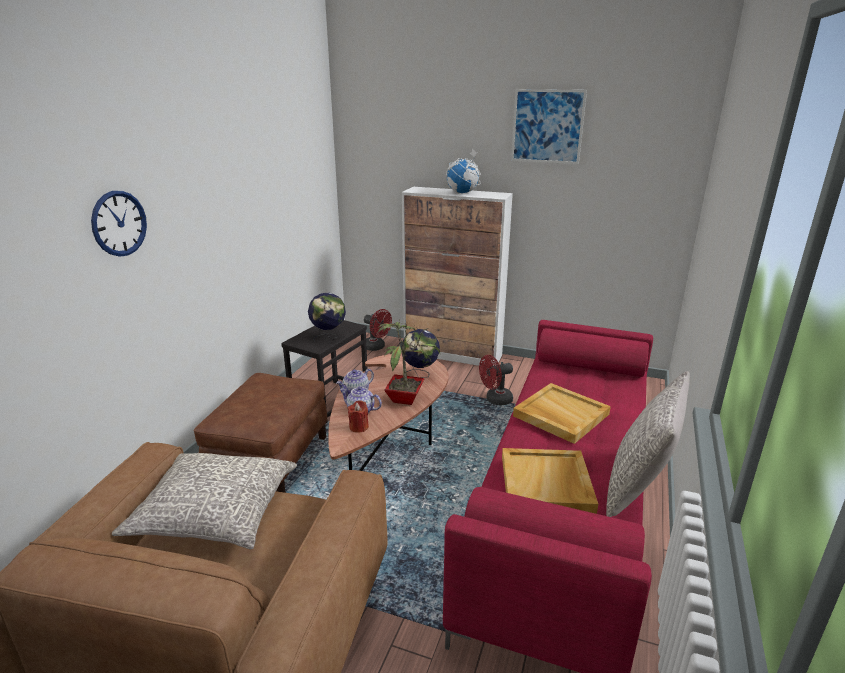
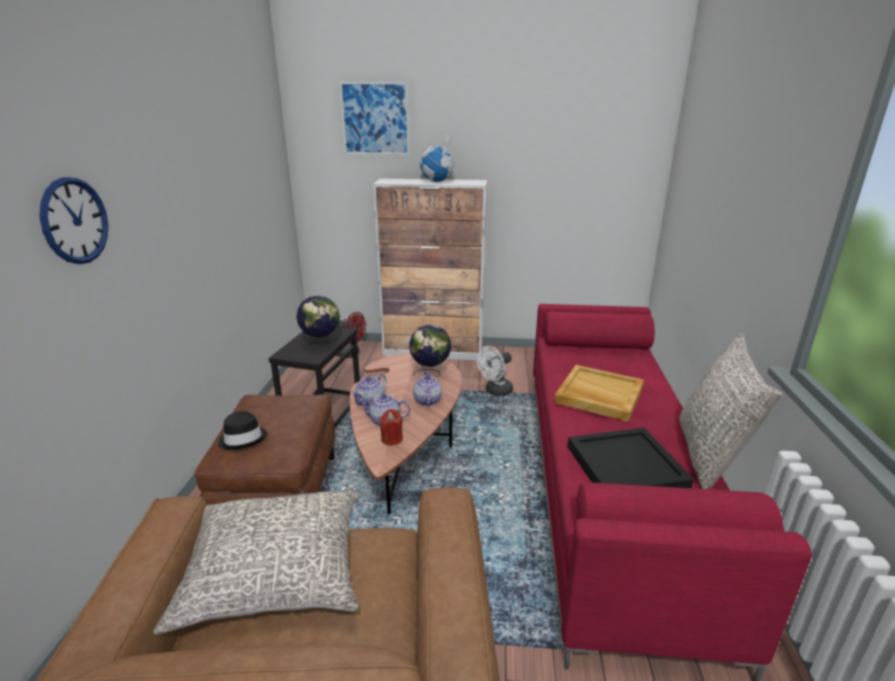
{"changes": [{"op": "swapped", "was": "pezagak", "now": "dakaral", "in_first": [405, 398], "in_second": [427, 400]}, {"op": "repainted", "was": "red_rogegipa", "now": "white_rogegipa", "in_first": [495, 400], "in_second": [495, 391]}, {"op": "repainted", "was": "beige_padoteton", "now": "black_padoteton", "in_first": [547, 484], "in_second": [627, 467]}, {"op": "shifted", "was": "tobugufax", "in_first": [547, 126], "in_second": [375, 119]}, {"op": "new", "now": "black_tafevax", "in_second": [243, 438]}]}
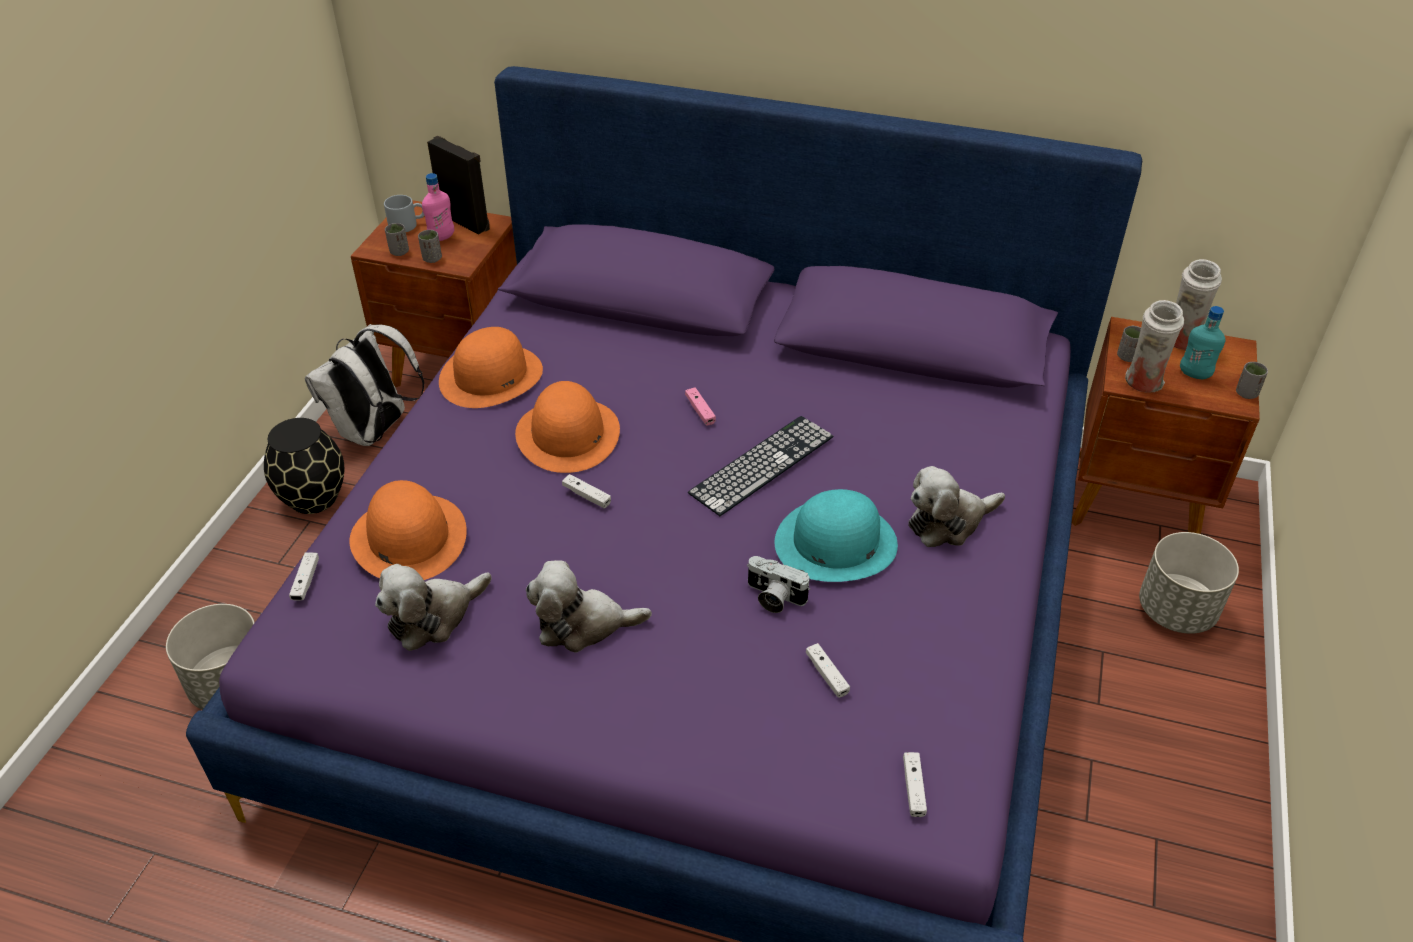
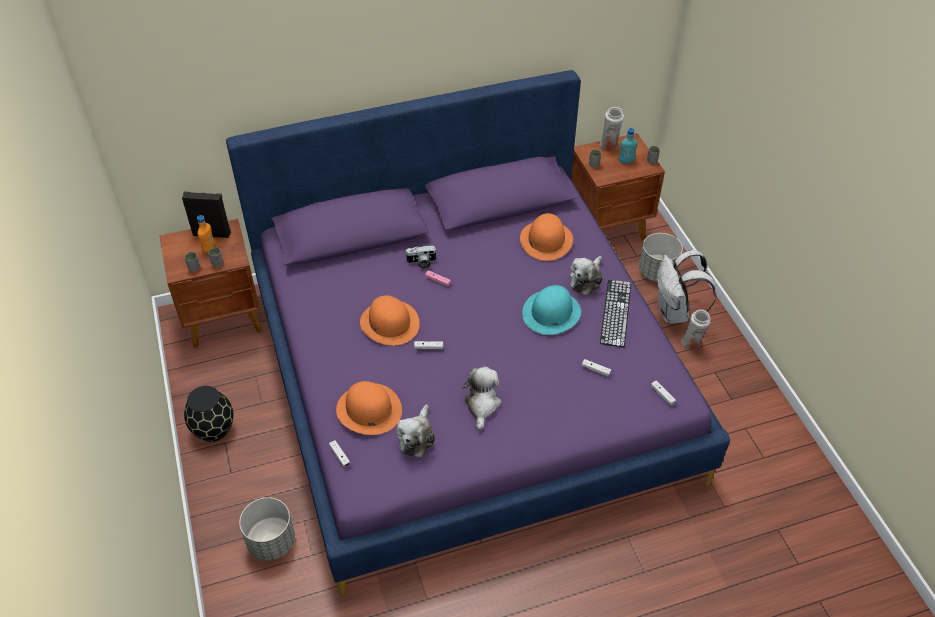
{"changes": [{"op": "shifted", "was": "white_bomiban", "in_first": [375, 432], "in_second": [675, 313]}, {"op": "gone", "was": "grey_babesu", "in_first": [407, 224]}, {"op": "repainted", "was": "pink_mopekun", "now": "orange_mopekun", "in_first": [441, 237], "in_second": [209, 249]}, {"op": "shifted", "was": "orange_tafevax", "in_first": [491, 375], "in_second": [546, 240]}, {"op": "rotated", "was": "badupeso", "in_first": [583, 624], "in_second": [482, 404], "clockwise": 135}, {"op": "shifted", "was": "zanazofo", "in_first": [762, 464], "in_second": [616, 313]}, {"op": "shifted", "was": "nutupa", "in_first": [773, 597], "in_second": [421, 262]}, {"op": "shifted", "was": "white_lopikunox", "in_first": [1143, 384], "in_second": [692, 345]}]}
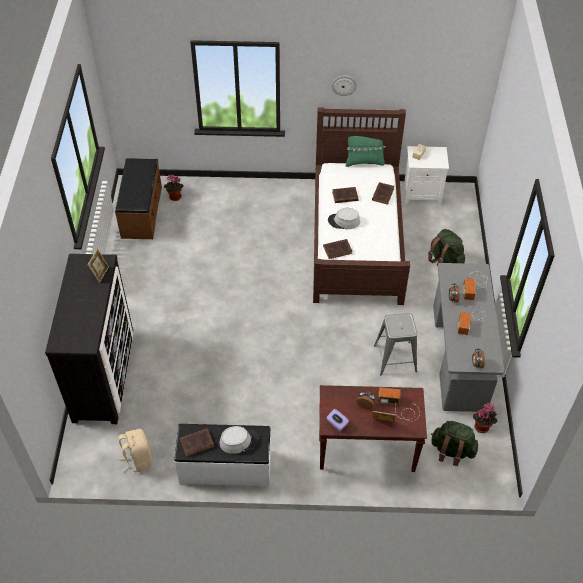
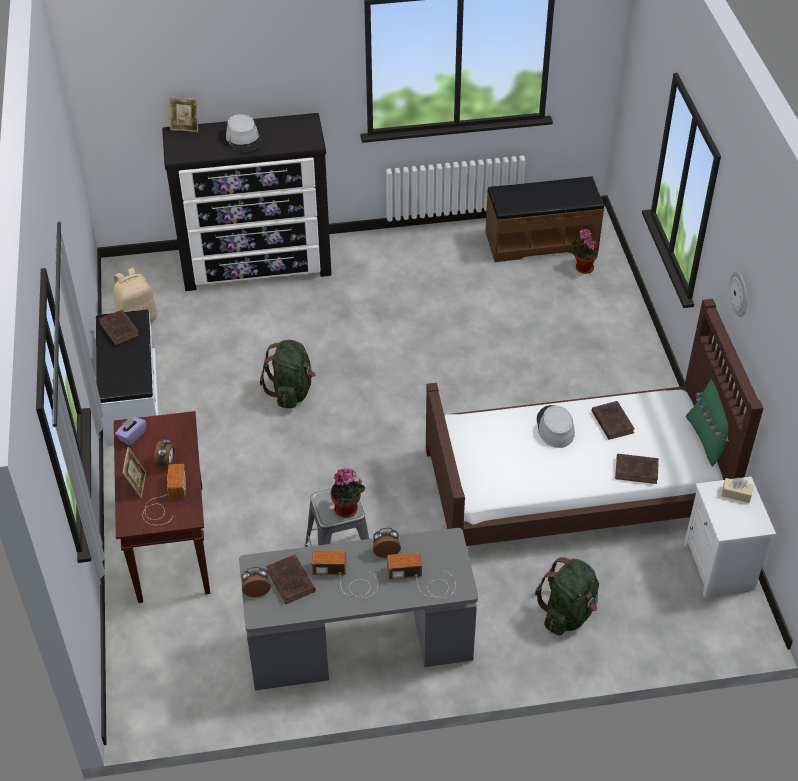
{"changes": [{"op": "shifted", "was": "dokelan", "in_first": [100, 273], "in_second": [185, 128]}, {"op": "shifted", "was": "grey_tafevax", "in_first": [239, 441], "in_second": [244, 139]}, {"op": "shifted", "was": "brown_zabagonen", "in_first": [338, 250], "in_second": [291, 582]}, {"op": "shifted", "was": "green_bomiban", "in_first": [452, 450], "in_second": [291, 391]}, {"op": "shifted", "was": "pezagak", "in_first": [482, 426], "in_second": [348, 509]}]}
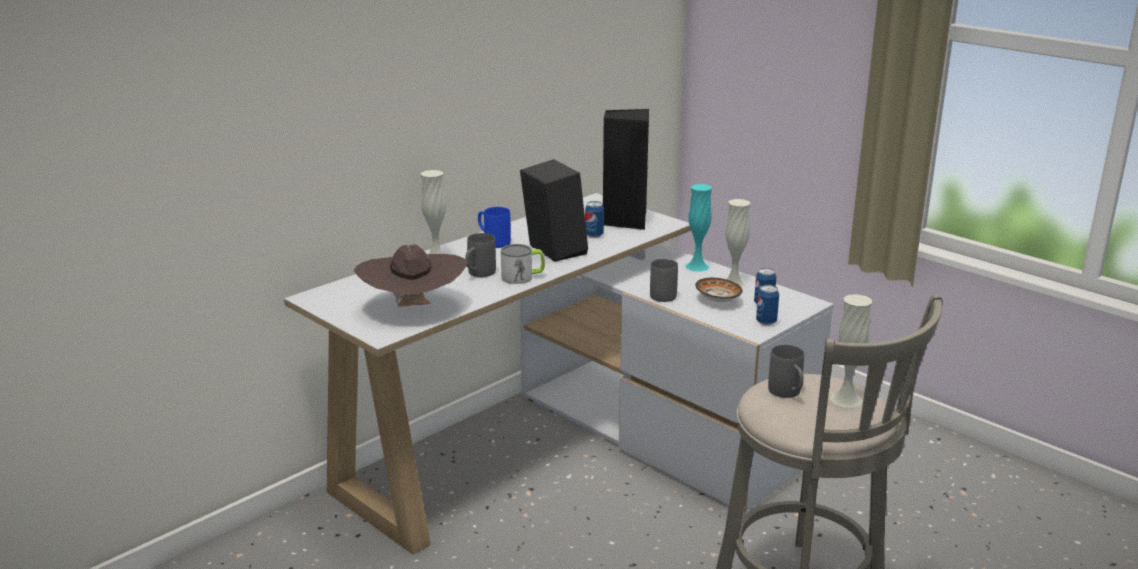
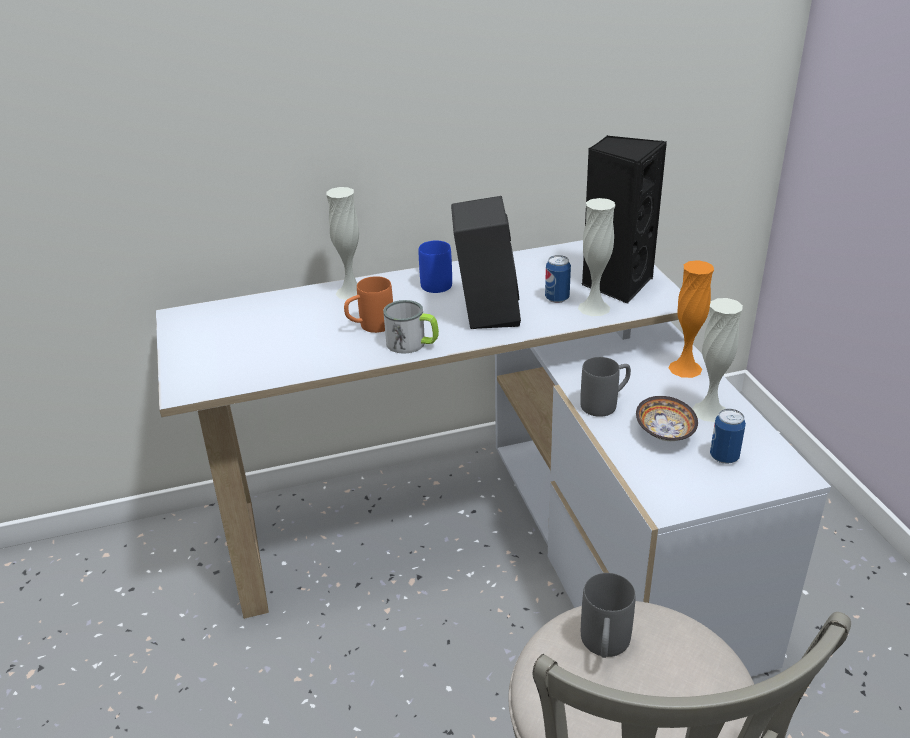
{"changes": [{"op": "gone", "was": "brown_tafevax", "in_first": [413, 308]}, {"op": "repainted", "was": "grey_babesu", "now": "orange_babesu", "in_first": [478, 274], "in_second": [370, 326]}, {"op": "repainted", "was": "turquoise_lopikunox", "now": "orange_lopikunox", "in_first": [697, 266], "in_second": [685, 368]}, {"op": "gone", "was": "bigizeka", "in_first": [766, 322]}, {"op": "shifted", "was": "white_lopikunox", "in_first": [846, 399], "in_second": [594, 308]}]}
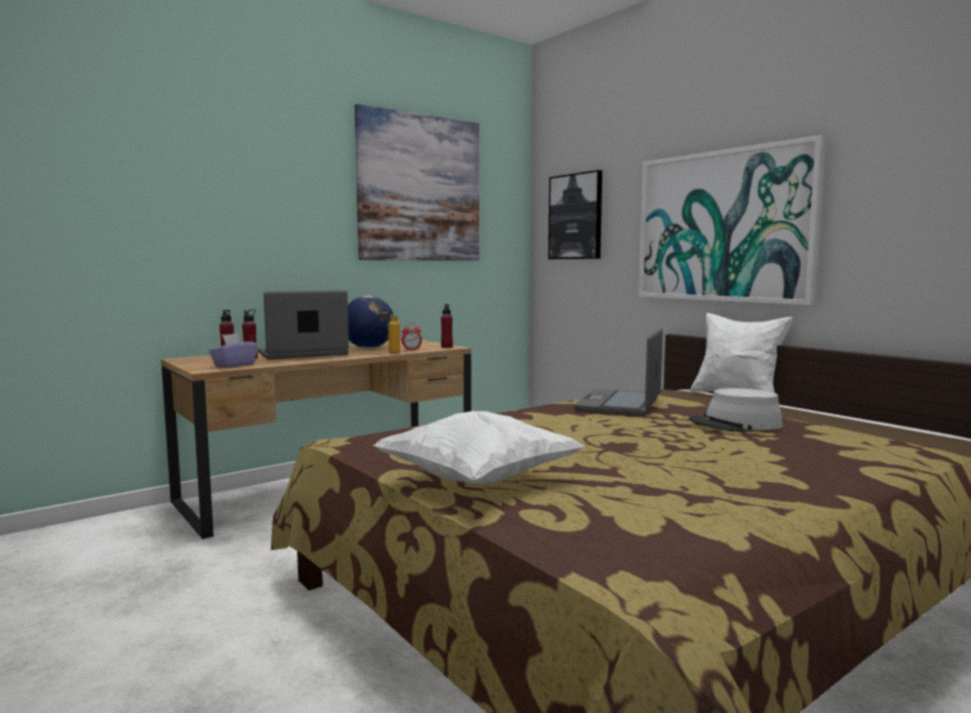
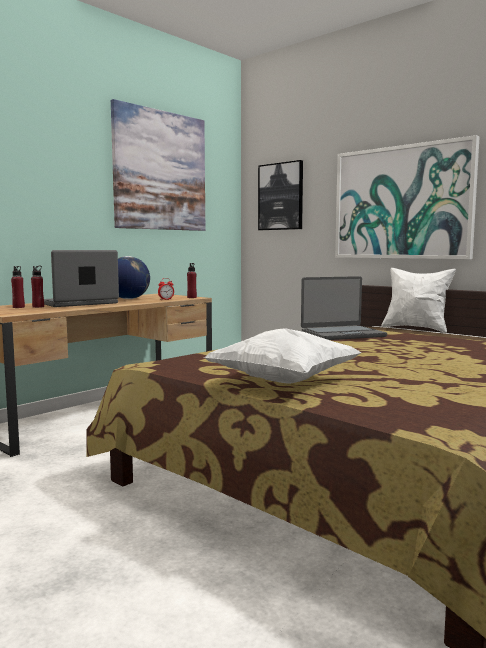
{"changes": [{"op": "gone", "was": "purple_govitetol", "in_first": [234, 365]}, {"op": "gone", "was": "mopekun", "in_first": [389, 353]}, {"op": "rotated", "was": "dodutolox", "in_first": [620, 404], "in_second": [342, 334], "clockwise": -120}, {"op": "gone", "was": "grey_tafevax", "in_first": [735, 424]}]}
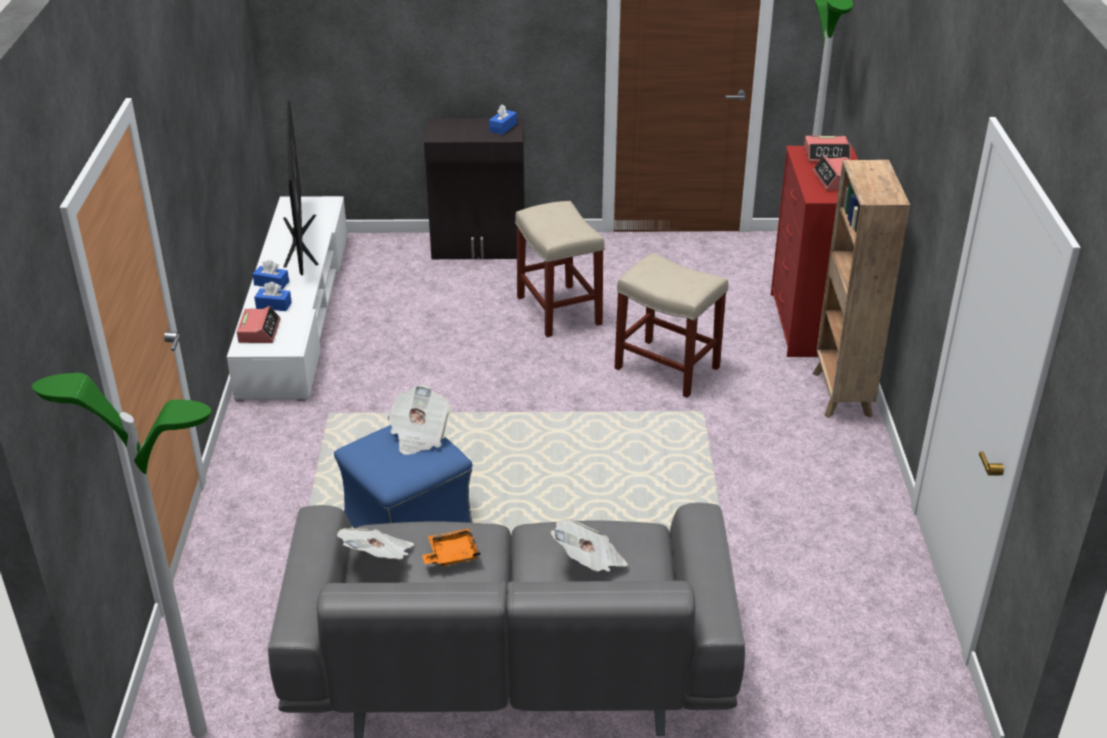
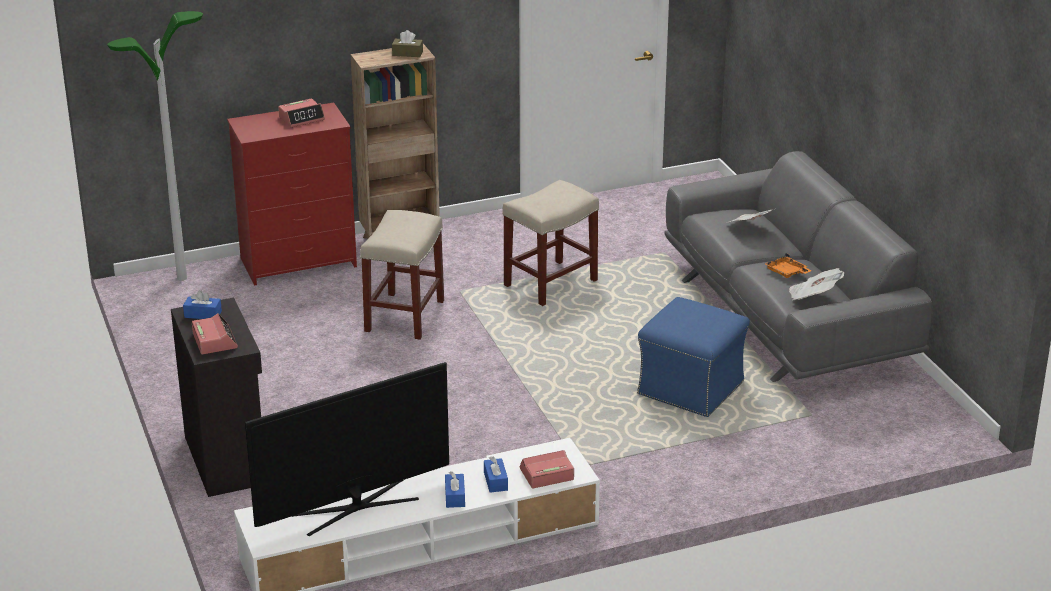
{"changes": [{"op": "gone", "was": "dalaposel", "in_first": [199, 731]}, {"op": "gone", "was": "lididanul", "in_first": [419, 435]}, {"op": "shifted", "was": "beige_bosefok", "in_first": [558, 310], "in_second": [550, 284]}, {"op": "shifted", "was": "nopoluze", "in_first": [827, 155], "in_second": [214, 340]}, {"op": "new", "now": "brown_govitetol", "in_second": [407, 53]}]}
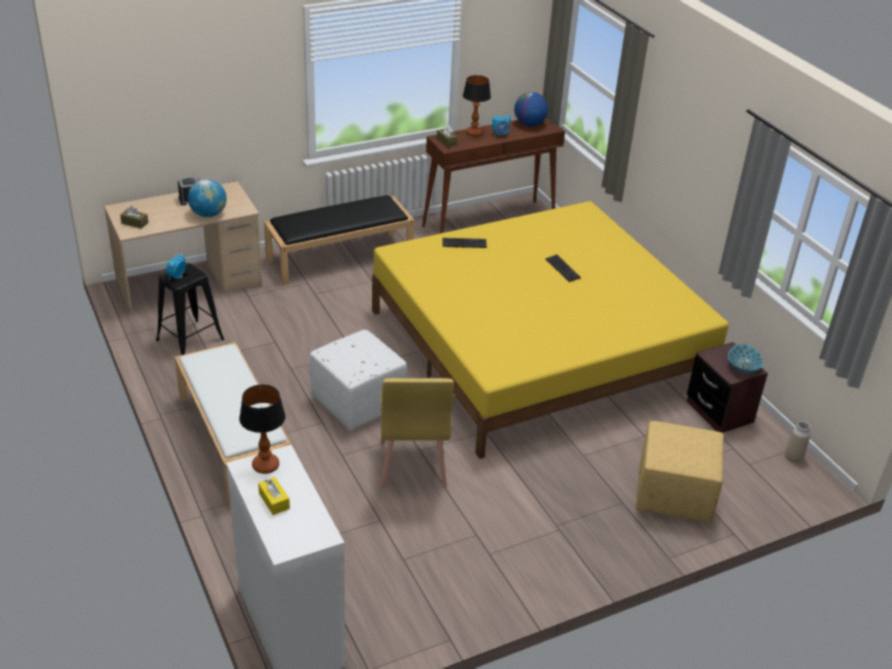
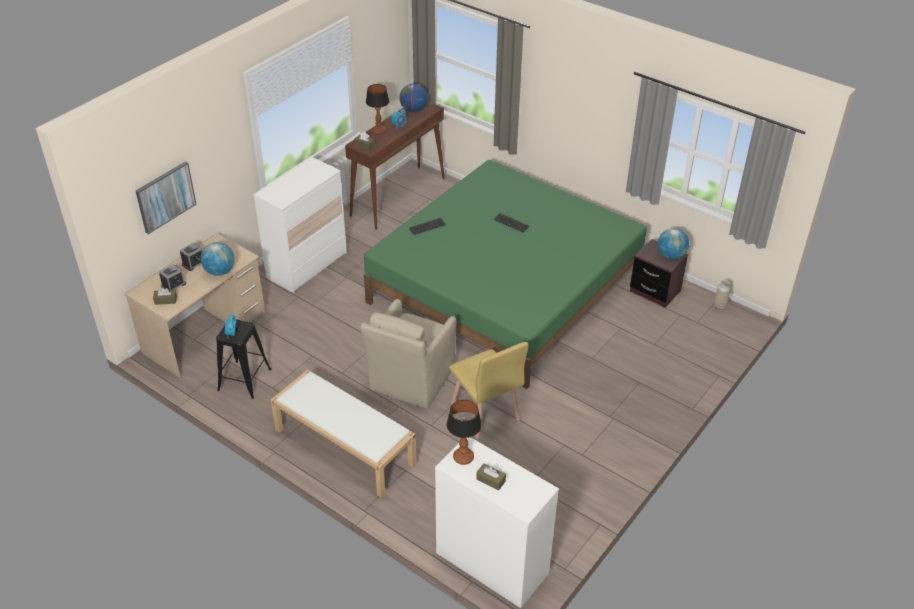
{"changes": [{"op": "repainted", "was": "yellow_govitetol", "now": "brown_govitetol", "in_first": [274, 501], "in_second": [491, 480]}, {"op": "swapped", "was": "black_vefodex", "now": "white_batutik", "in_first": [340, 257], "in_second": [307, 266]}, {"op": "swapped", "was": "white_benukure", "now": "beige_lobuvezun", "in_first": [357, 402], "in_second": [410, 380]}, {"op": "repainted", "was": "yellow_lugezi", "now": "green_lugezi", "in_first": [538, 347], "in_second": [505, 287]}, {"op": "gone", "was": "yellow_benukure", "in_first": [673, 496]}, {"op": "swapped", "was": "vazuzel", "now": "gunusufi", "in_first": [743, 367], "in_second": [671, 255]}, {"op": "new", "now": "tobugufax", "in_second": [165, 196]}, {"op": "new", "now": "nopoluze", "in_second": [173, 285]}]}
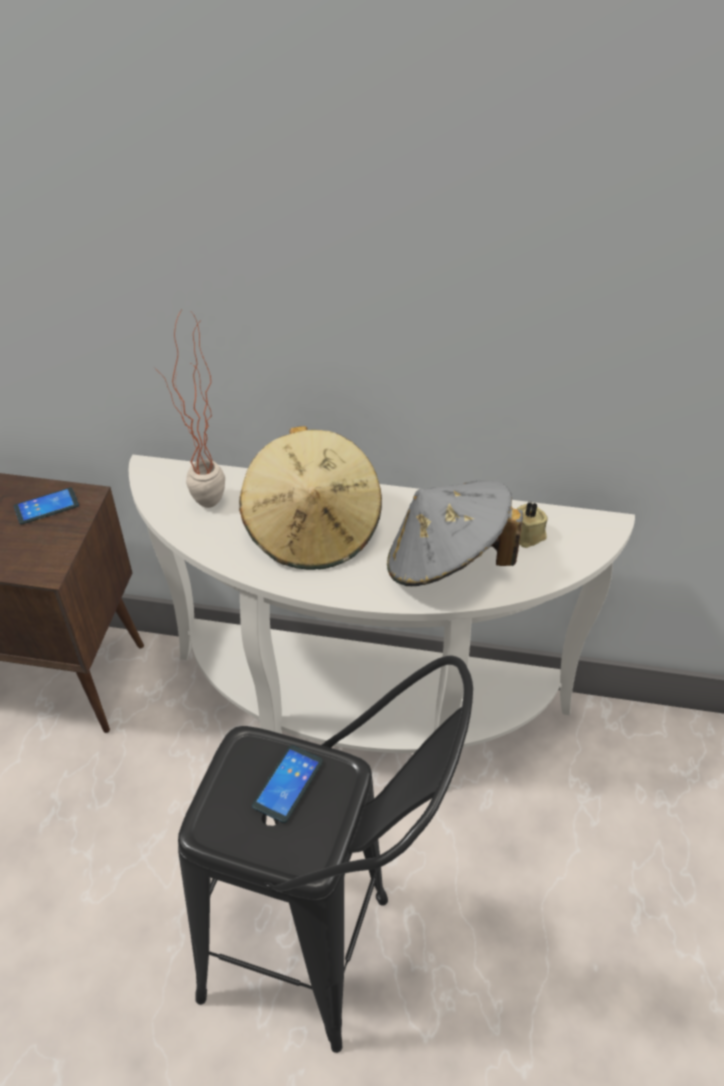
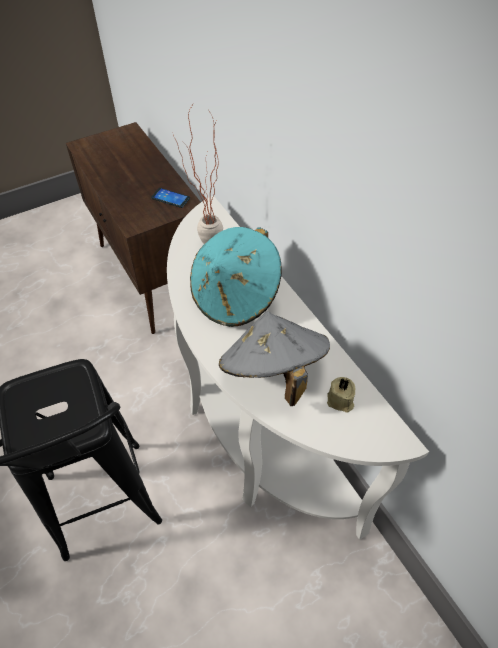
{"changes": [{"op": "repainted", "was": "beige_tafevax", "now": "turquoise_tafevax", "in_first": [313, 530], "in_second": [235, 296]}, {"op": "gone", "was": "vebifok", "in_first": [287, 784]}]}
